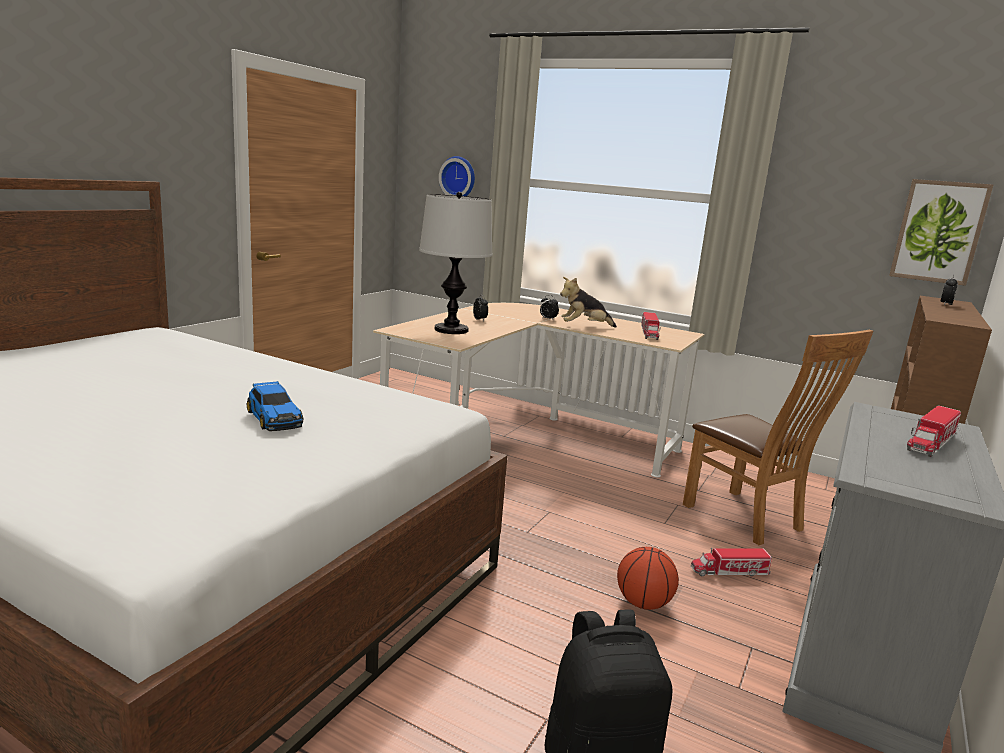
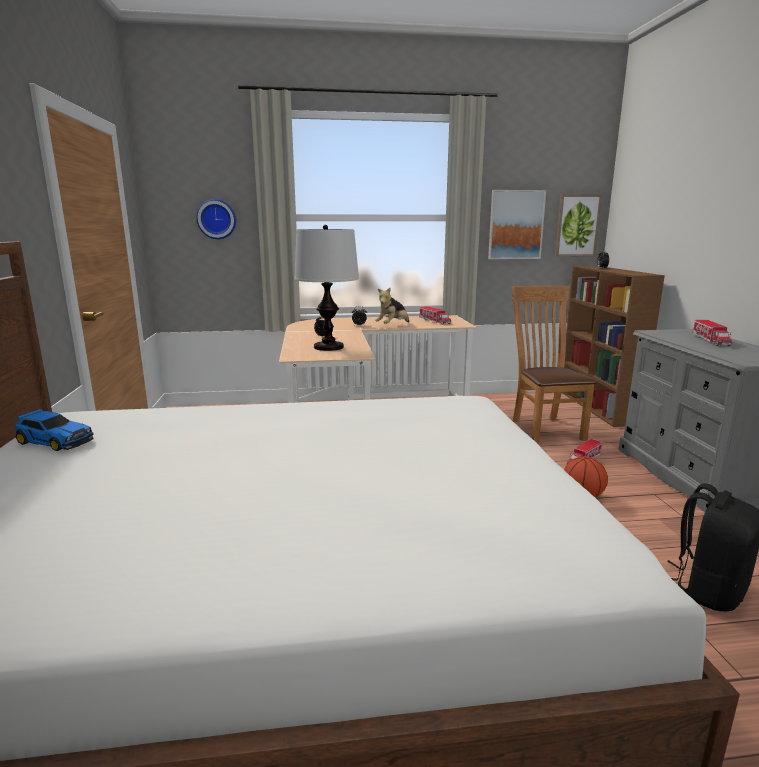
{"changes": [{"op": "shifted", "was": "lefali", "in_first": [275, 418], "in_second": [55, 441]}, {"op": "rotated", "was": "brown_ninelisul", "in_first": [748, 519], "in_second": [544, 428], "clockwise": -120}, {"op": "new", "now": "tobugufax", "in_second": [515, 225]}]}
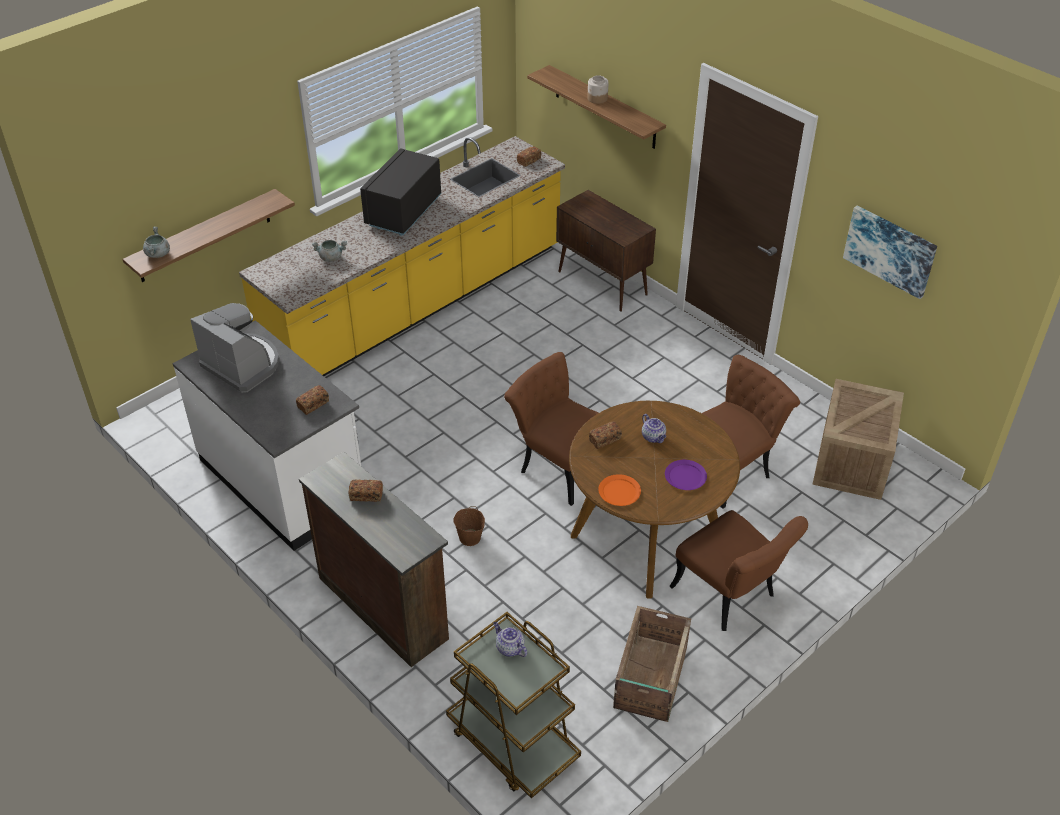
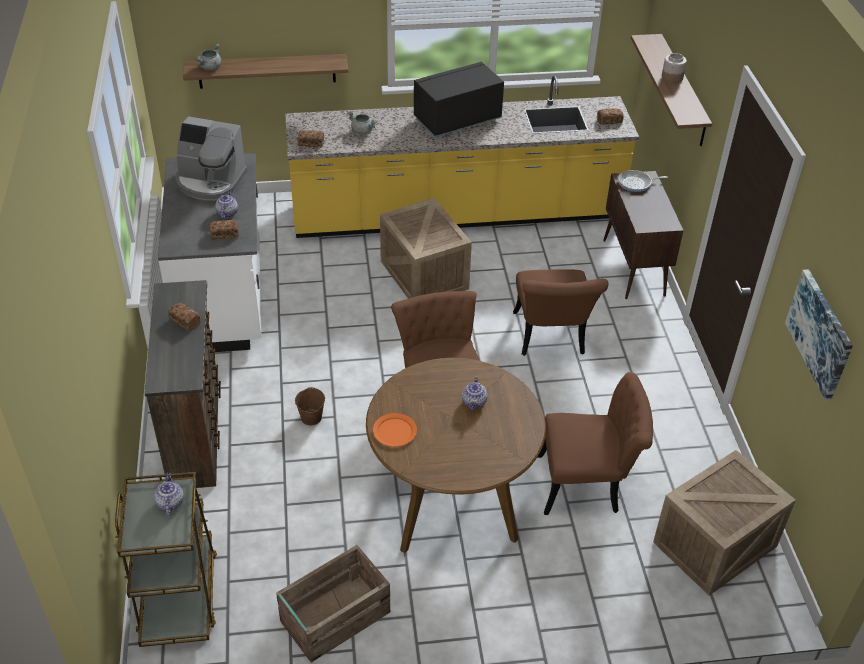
{"changes": [{"op": "rotated", "was": "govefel", "in_first": [243, 365], "in_second": [210, 181], "clockwise": 120}, {"op": "shifted", "was": "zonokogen", "in_first": [605, 440], "in_second": [311, 143]}, {"op": "gone", "was": "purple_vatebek", "in_first": [685, 476]}, {"op": "shifted", "was": "brown_ninelisul", "in_first": [730, 597], "in_second": [550, 339]}, {"op": "new", "now": "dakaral", "in_second": [227, 213]}, {"op": "new", "now": "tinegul", "in_second": [425, 275]}, {"op": "new", "now": "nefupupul", "in_second": [636, 183]}]}
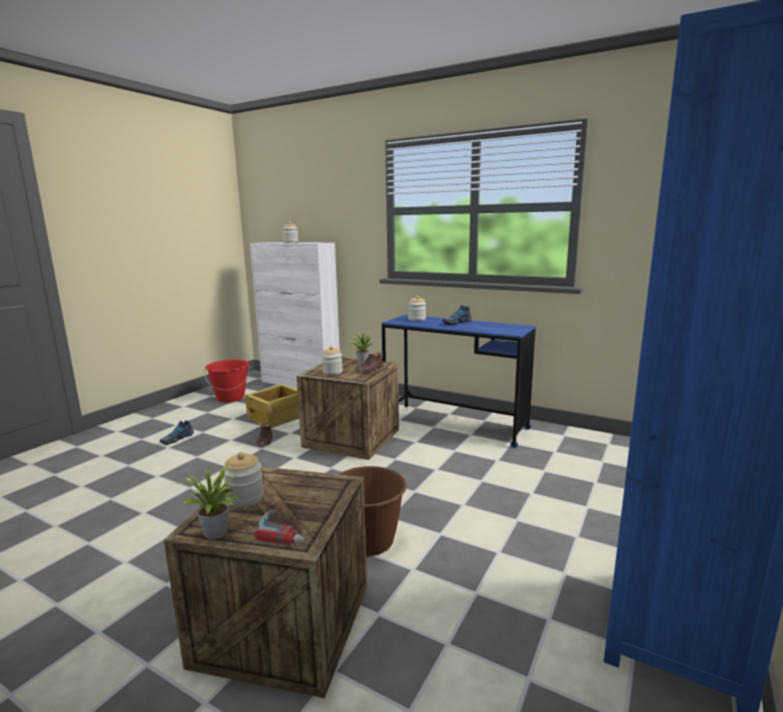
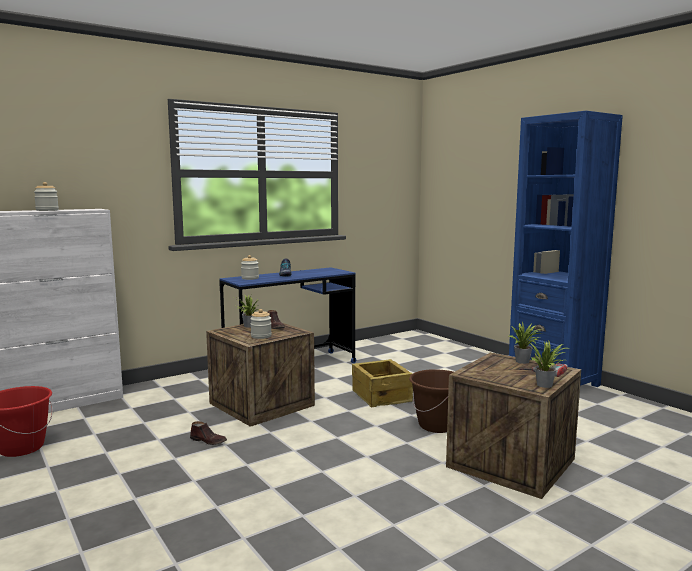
{"changes": [{"op": "gone", "was": "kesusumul", "in_first": [177, 439]}, {"op": "gone", "was": "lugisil", "in_first": [245, 498]}, {"op": "shifted", "was": "tinegul", "in_first": [278, 417], "in_second": [382, 395]}, {"op": "new", "now": "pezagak", "in_second": [524, 362]}]}
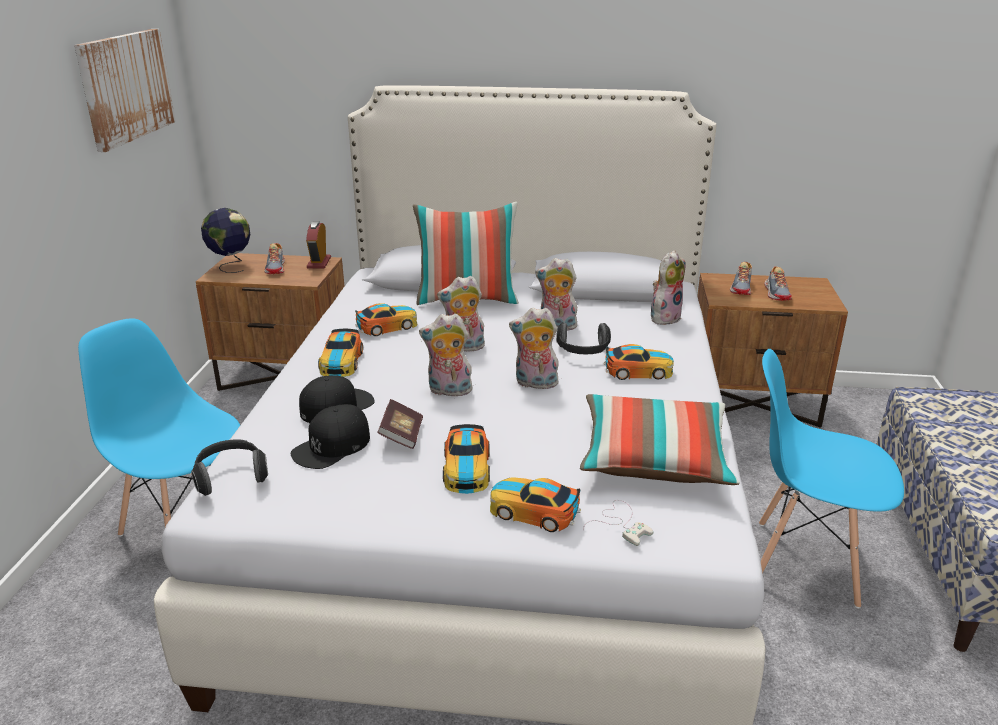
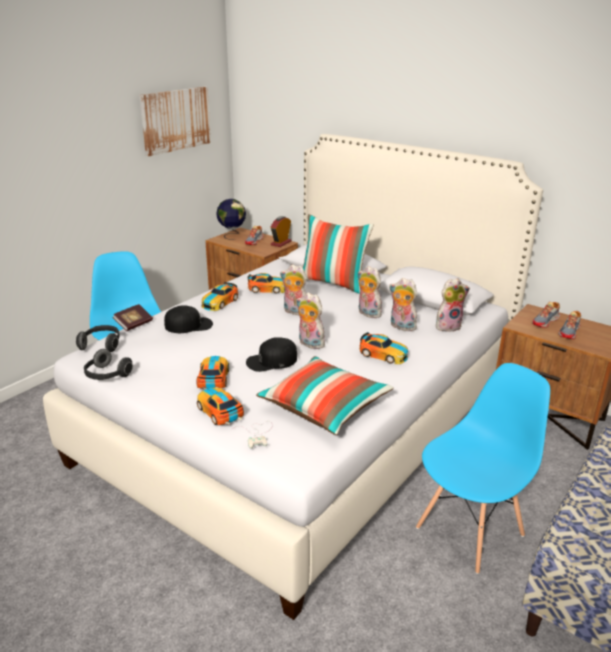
{"changes": [{"op": "shifted", "was": "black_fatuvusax", "in_first": [332, 446], "in_second": [271, 361]}, {"op": "shifted", "was": "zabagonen", "in_first": [402, 435], "in_second": [134, 324]}, {"op": "shifted", "was": "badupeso", "in_first": [448, 391], "in_second": [401, 327]}, {"op": "rotated", "was": "lefali", "in_first": [466, 469], "in_second": [213, 378], "clockwise": 150}, {"op": "shifted", "was": "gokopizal", "in_first": [583, 352], "in_second": [107, 375]}, {"op": "rotated", "was": "blue_ninelisul", "in_first": [804, 562], "in_second": [470, 531], "clockwise": 90}]}
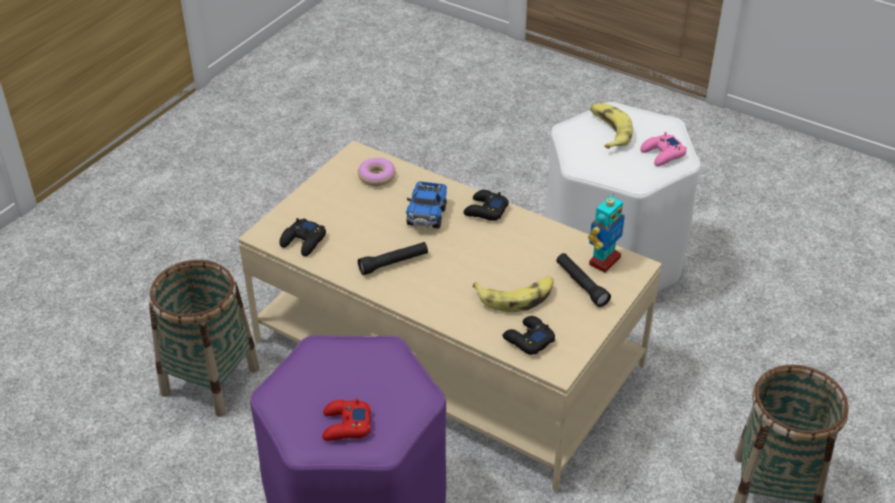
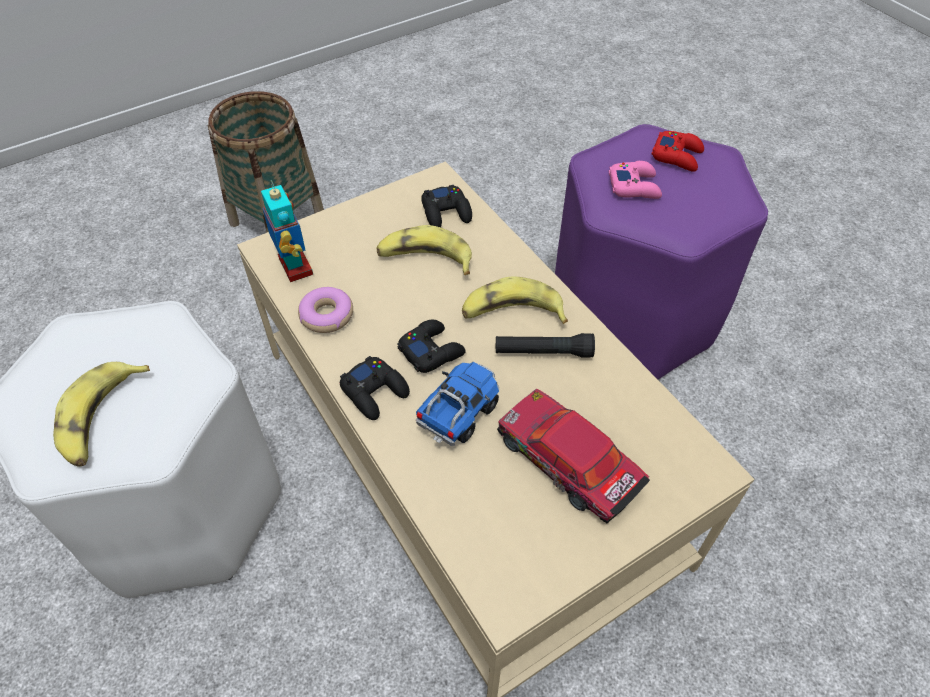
{"changes": [{"op": "gone", "was": "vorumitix", "in_first": [210, 380]}, {"op": "shifted", "was": "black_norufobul", "in_first": [303, 241], "in_second": [431, 350]}, {"op": "shifted", "was": "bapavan", "in_first": [376, 177], "in_second": [327, 315]}, {"op": "gone", "was": "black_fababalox", "in_first": [581, 285]}, {"op": "rotated", "was": "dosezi", "in_first": [604, 261], "in_second": [294, 267], "clockwise": 90}, {"op": "shifted", "was": "pink_norufobul", "in_first": [662, 154], "in_second": [634, 186]}, {"op": "new", "now": "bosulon", "in_second": [511, 313]}, {"op": "new", "now": "lefali", "in_second": [568, 463]}]}
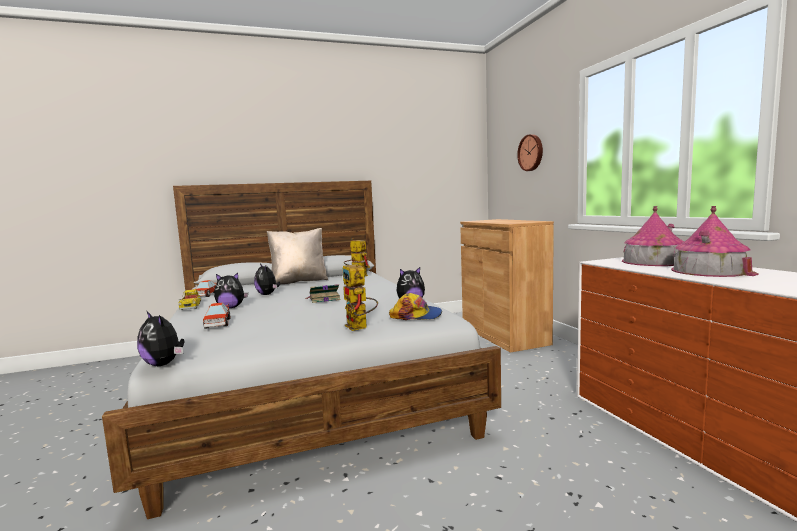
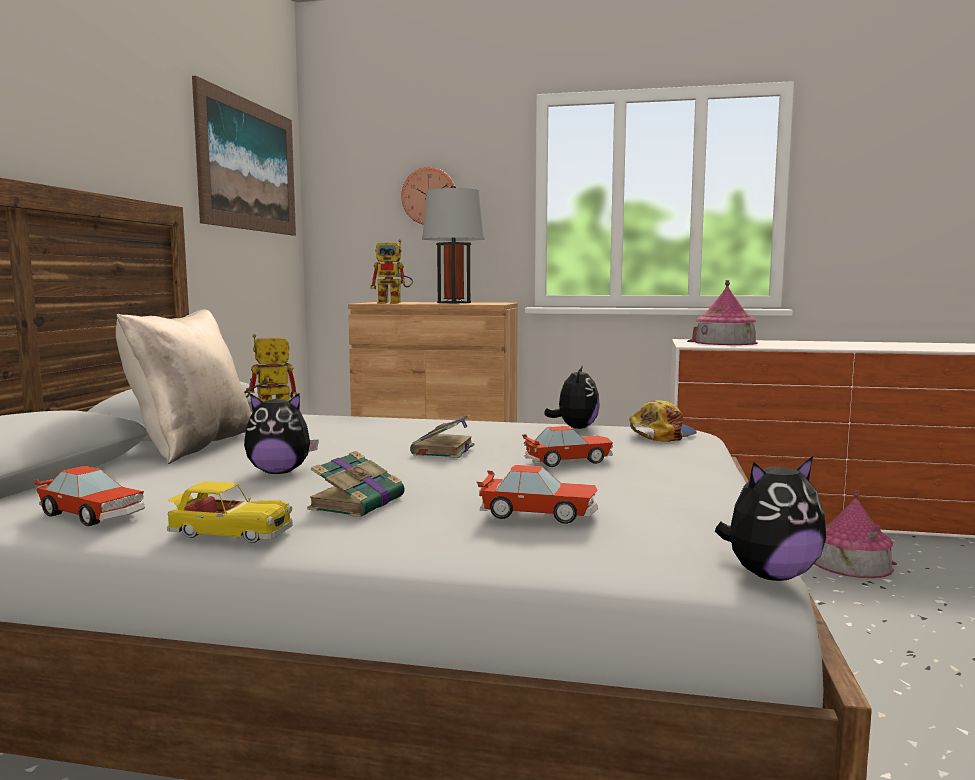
{"changes": [{"op": "swapped", "was": "badupeso", "now": "zabagonen", "in_first": [231, 307], "in_second": [358, 502]}, {"op": "shifted", "was": "dosezi", "in_first": [360, 327], "in_second": [395, 303]}, {"op": "shifted", "was": "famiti", "in_first": [709, 271], "in_second": [851, 563]}, {"op": "new", "now": "tobugufax", "in_second": [248, 166]}, {"op": "new", "now": "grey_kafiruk", "in_second": [453, 303]}, {"op": "new", "now": "lefali", "in_second": [568, 461]}]}
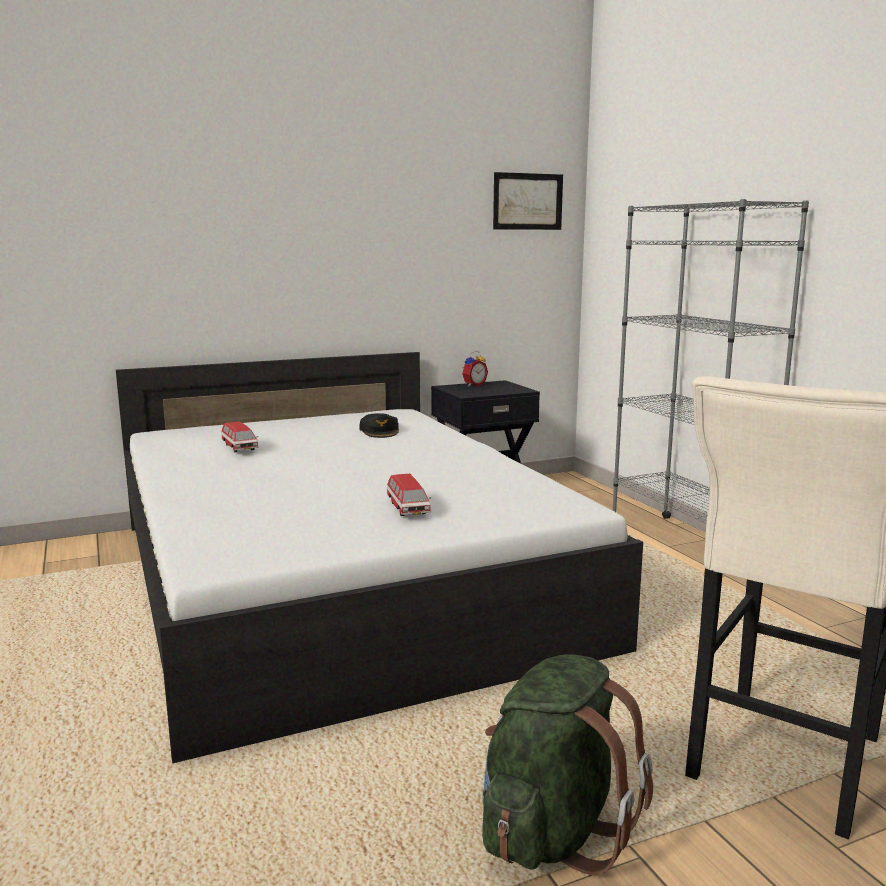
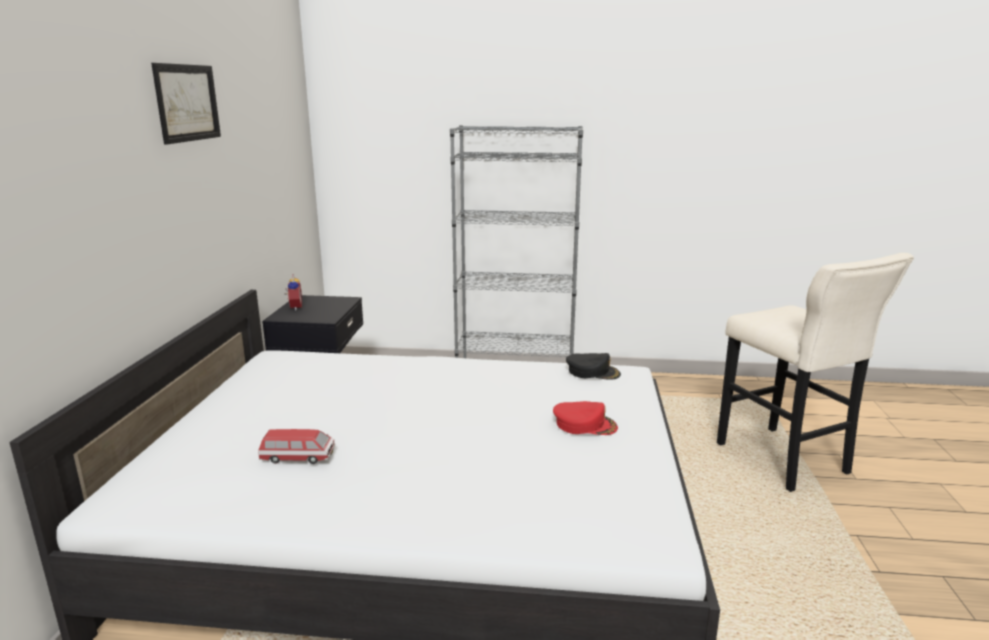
{"changes": [{"op": "shifted", "was": "black_fatuvusax", "in_first": [380, 431], "in_second": [592, 372]}, {"op": "swapped", "was": "lefali", "now": "red_fatuvusax", "in_first": [408, 508], "in_second": [584, 424]}, {"op": "gone", "was": "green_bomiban", "in_first": [553, 831]}, {"op": "shifted", "was": "tobugufax", "in_first": [527, 201], "in_second": [187, 103]}]}
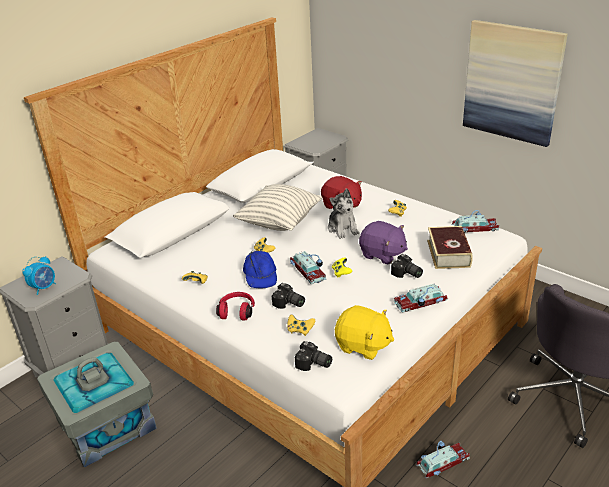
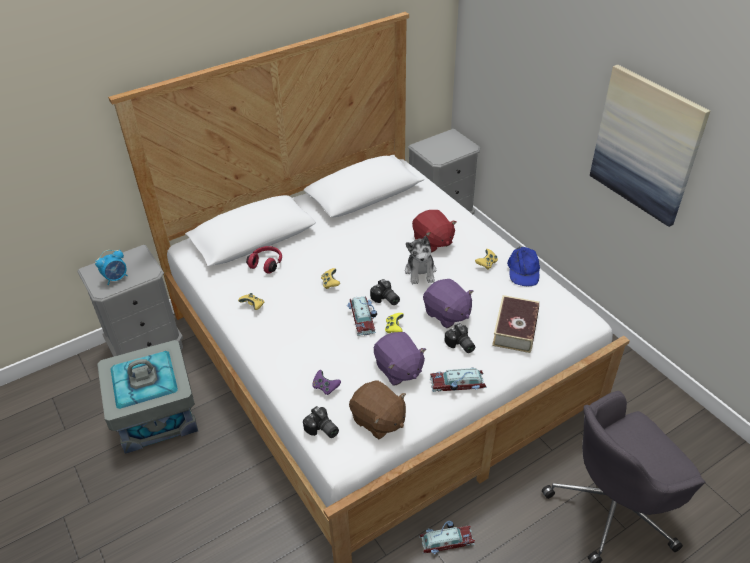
{"changes": [{"op": "shifted", "was": "red_gokopizal", "in_first": [237, 311], "in_second": [266, 263]}, {"op": "gone", "was": "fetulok", "in_first": [279, 223]}, {"op": "shifted", "was": "blue_fatuvusax", "in_first": [260, 275], "in_second": [523, 271]}, {"op": "shifted", "was": "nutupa", "in_first": [289, 304], "in_second": [385, 299]}, {"op": "repainted", "was": "yellow_norufobul", "now": "purple_norufobul", "in_first": [300, 330], "in_second": [325, 387]}, {"op": "repainted", "was": "yellow_badupeso", "now": "brown_badupeso", "in_first": [363, 346], "in_second": [378, 420]}, {"op": "gone", "was": "lefali", "in_first": [474, 228]}, {"op": "new", "now": "purple_badupeso", "in_second": [398, 369]}]}
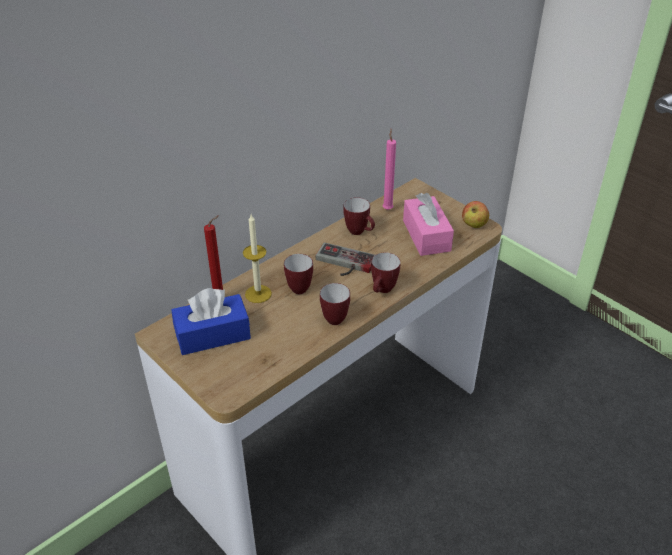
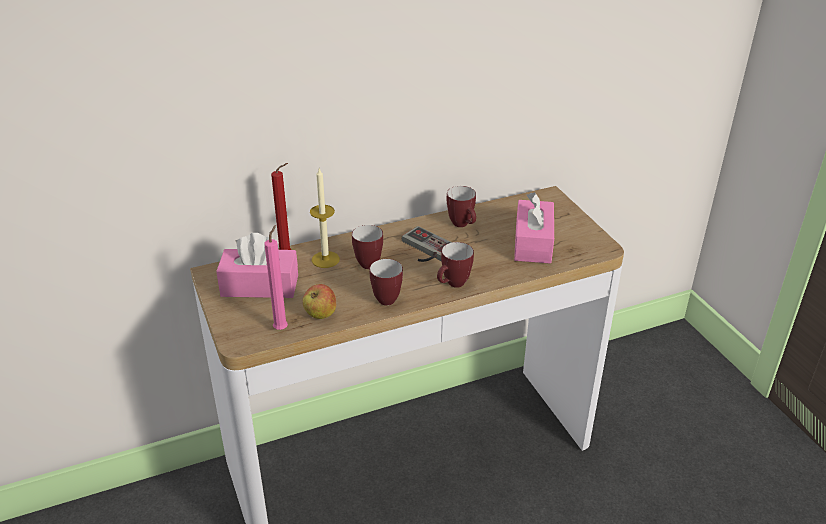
{"changes": [{"op": "repainted", "was": "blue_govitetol", "now": "pink_govitetol", "in_first": [212, 335], "in_second": [260, 286]}, {"op": "shifted", "was": "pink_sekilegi", "in_first": [387, 208], "in_second": [282, 328]}, {"op": "shifted", "was": "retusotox", "in_first": [474, 225], "in_second": [320, 314]}]}
